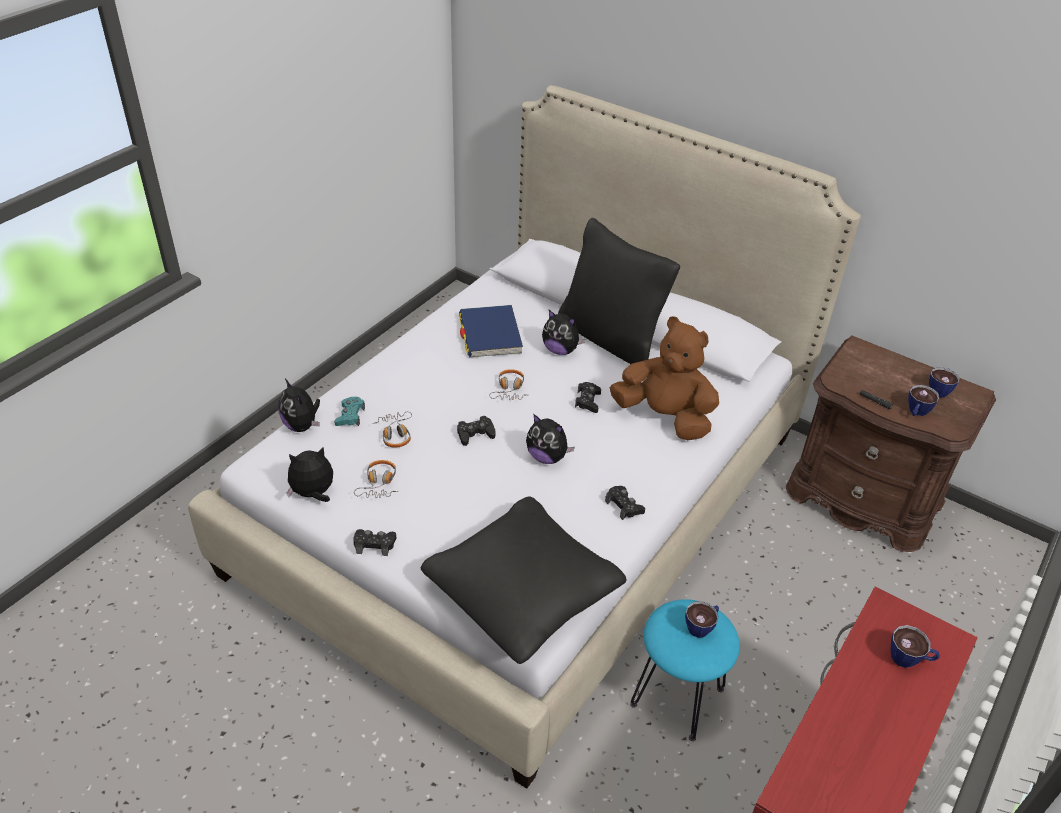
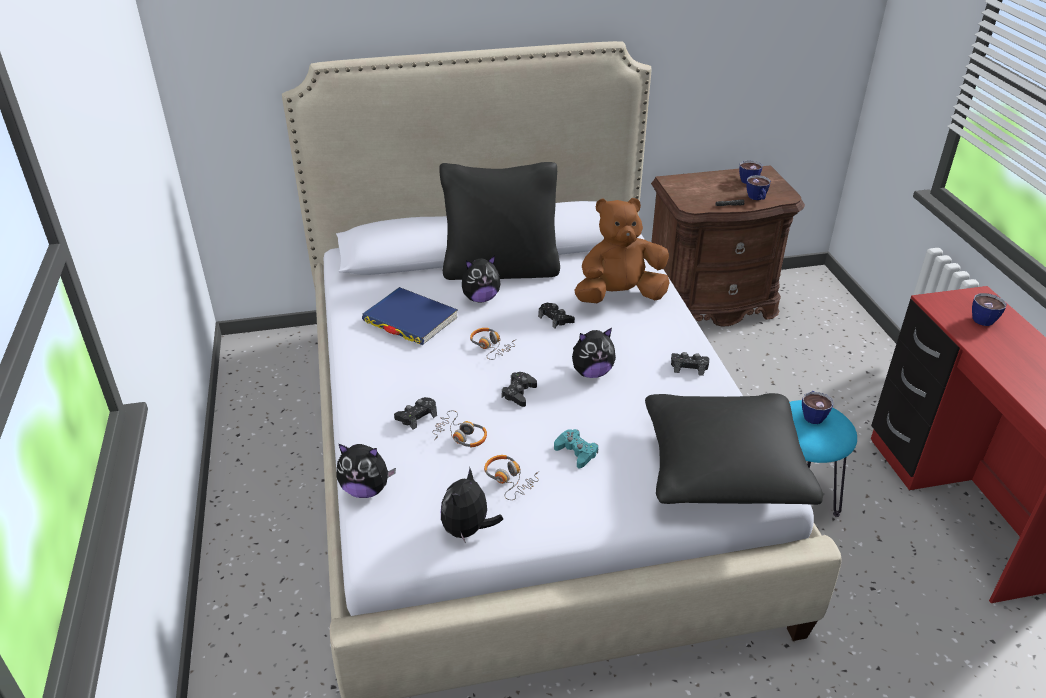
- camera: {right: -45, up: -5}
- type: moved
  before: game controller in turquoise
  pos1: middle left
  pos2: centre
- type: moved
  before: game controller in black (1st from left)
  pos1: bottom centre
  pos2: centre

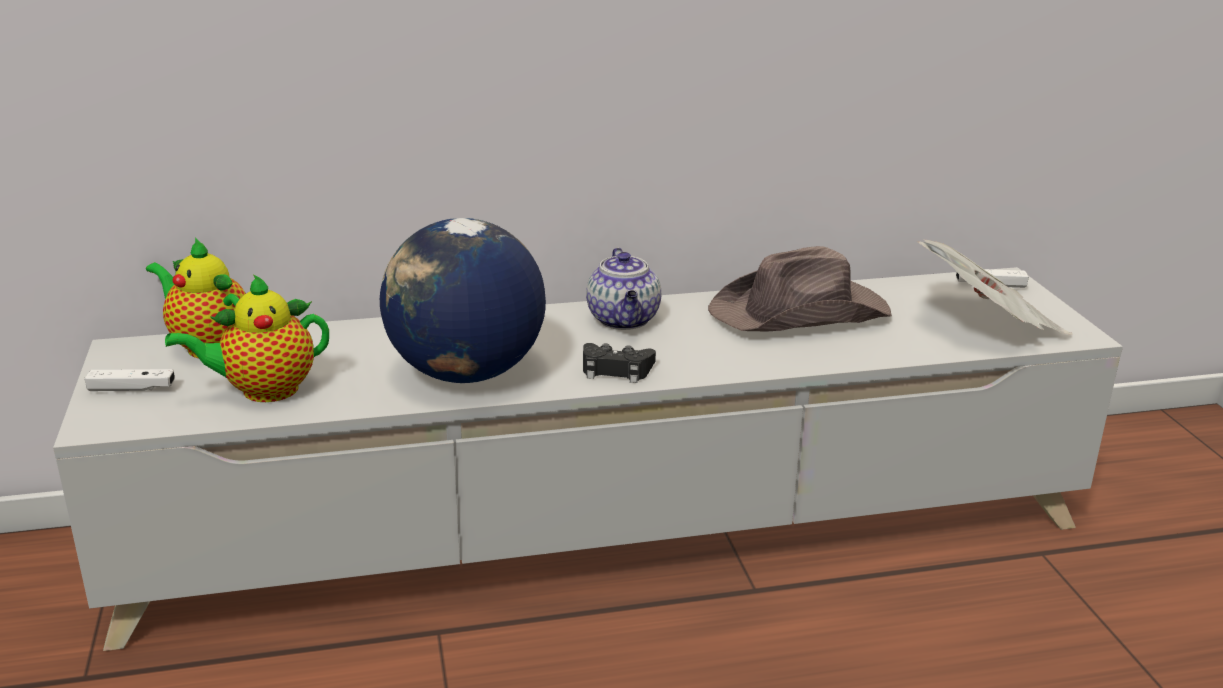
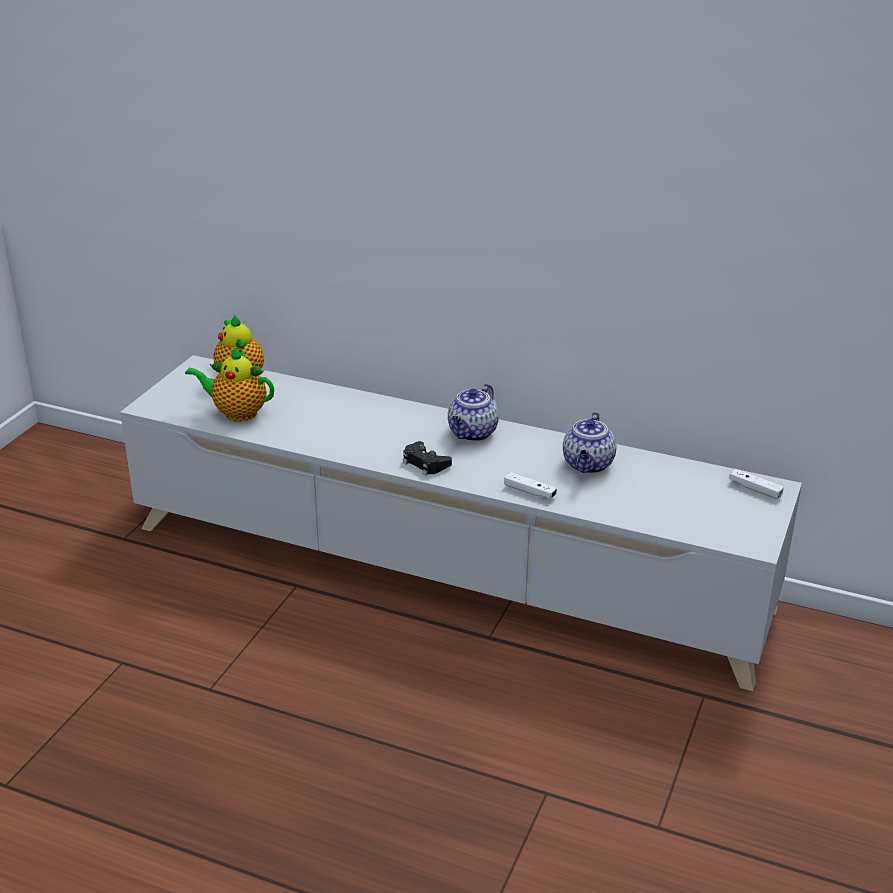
- camera: {right: 35, up: 5}
- type: removed
  before: globe
  pos1: centre
- type: removed
  before: newspaper
  pos1: middle right
- type: replaced
  before: hat in brown
  after: teapot (4th from left)
  pos1: centre
  pos2: centre
- type: moved
  before: game controller in white (1st from left)
  pos1: middle left
  pos2: centre

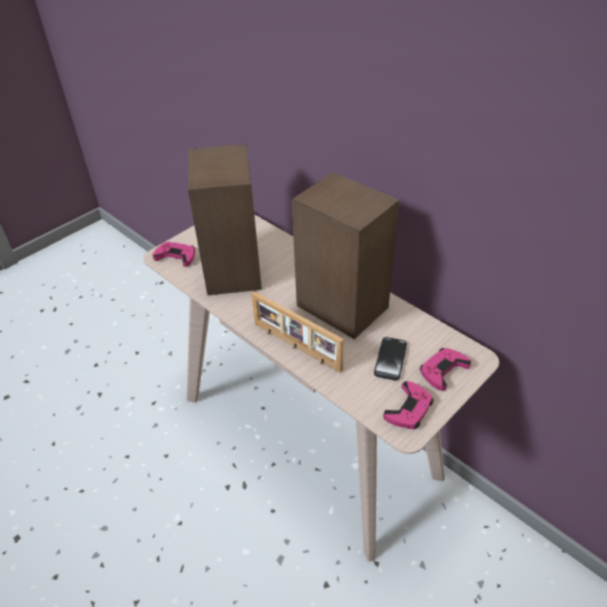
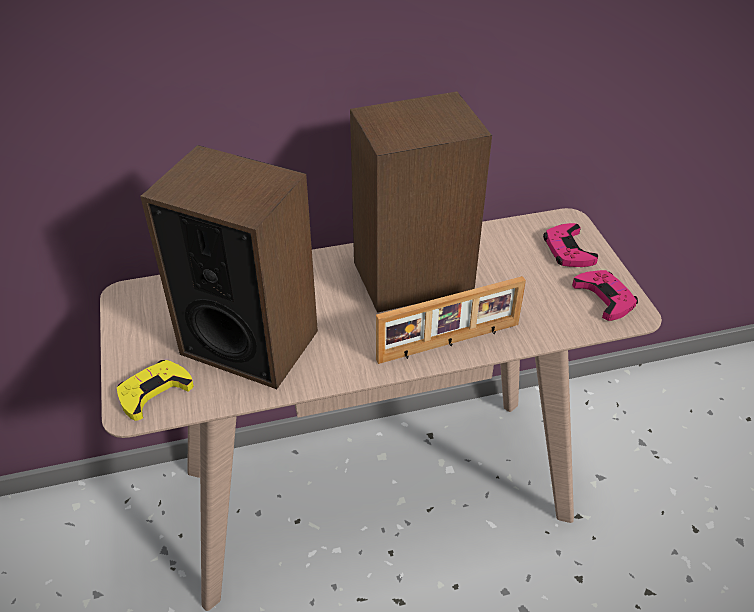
- camera: {right: -60, up: 0}
- type: recoloured
  before: game controller in pink (1st from left)
  after: game controller in yellow
  pos1: middle left
  pos2: middle left
- type: removed
  before: phone
  pos1: centre

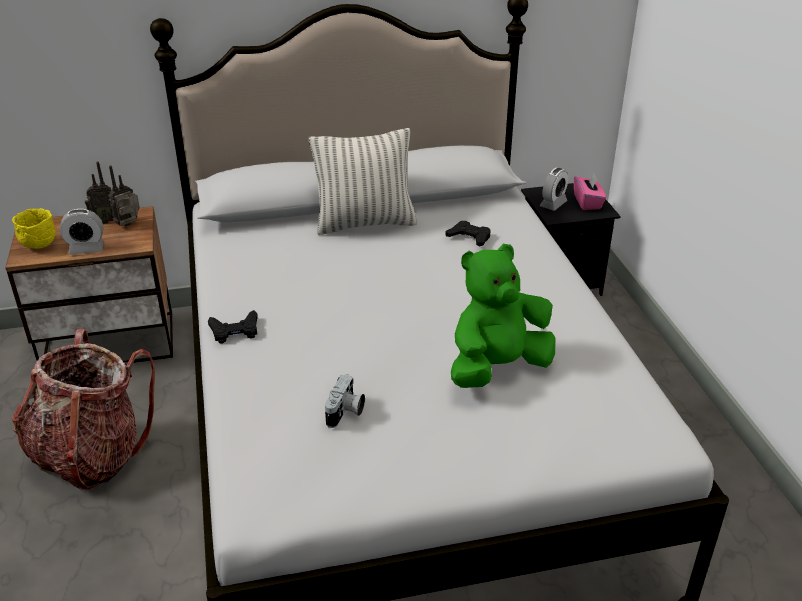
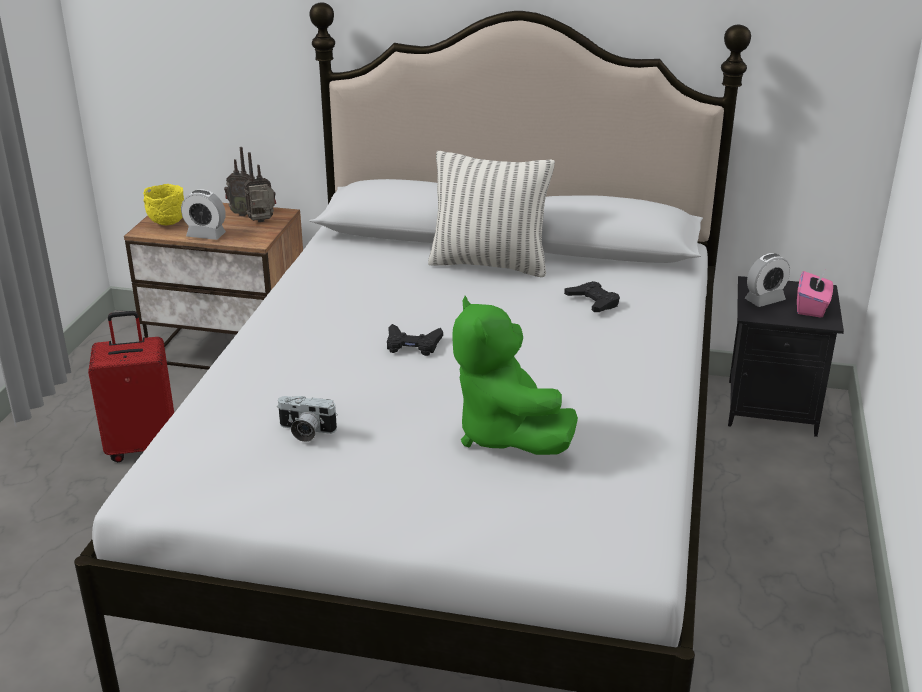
- camera: {right: 25, up: -5}
- type: turned
  before: plush toy in green
  pos1: centre
  pos2: centre
  turn: -105
- type: moved
  before: game controller in black (1st from left)
  pos1: middle left
  pos2: centre
- type: replaced
  before: backpack
  after: suitcase in red
  pos1: bottom left
  pos2: middle left
- type: turned
  before: photo camera
  pos1: bottom centre
  pos2: middle left
  turn: 60

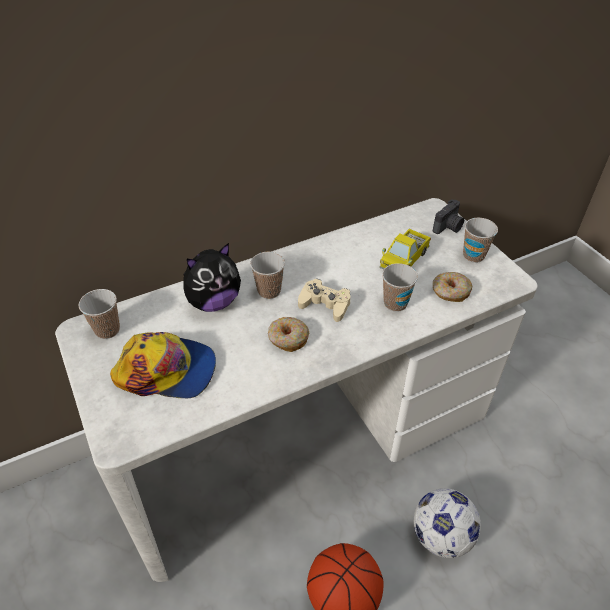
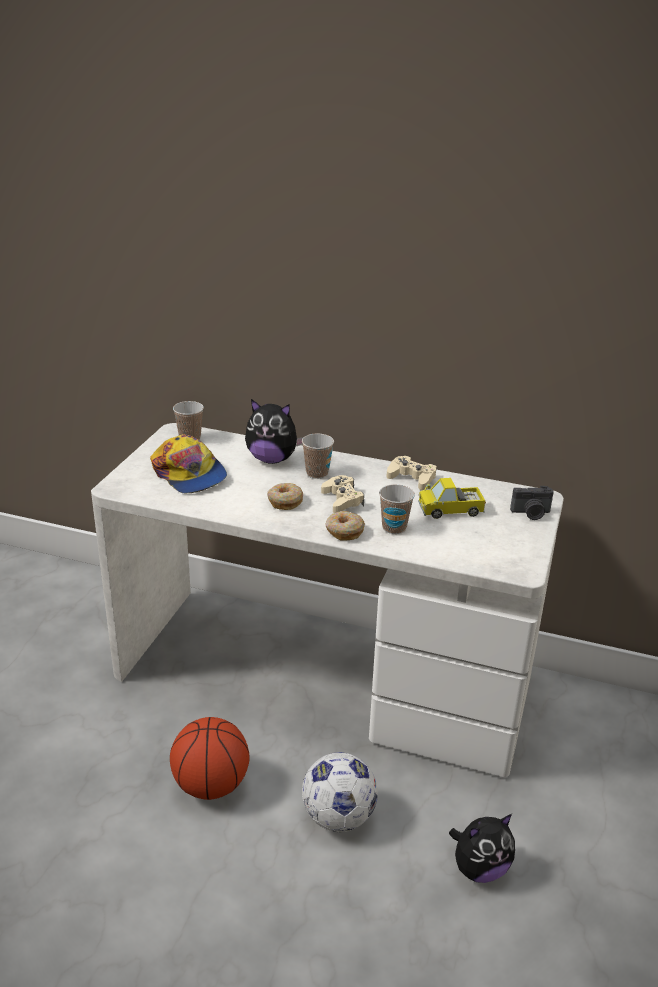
- camera: {right: 45, up: -15}
- type: removed
  before: cup (4th from left)
  pos1: middle right
- type: moved
  before: donut (2nd from left)
  pos1: middle right
  pos2: centre
- type: added
  after: game controller in beige (2nd from left)
  pos2: centre
- type: added
  after: plush toy (2nd from left)
  pos2: bottom right

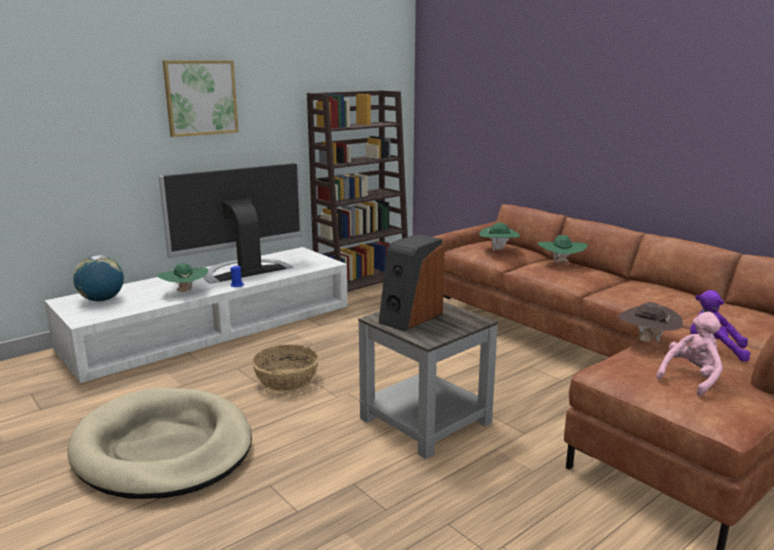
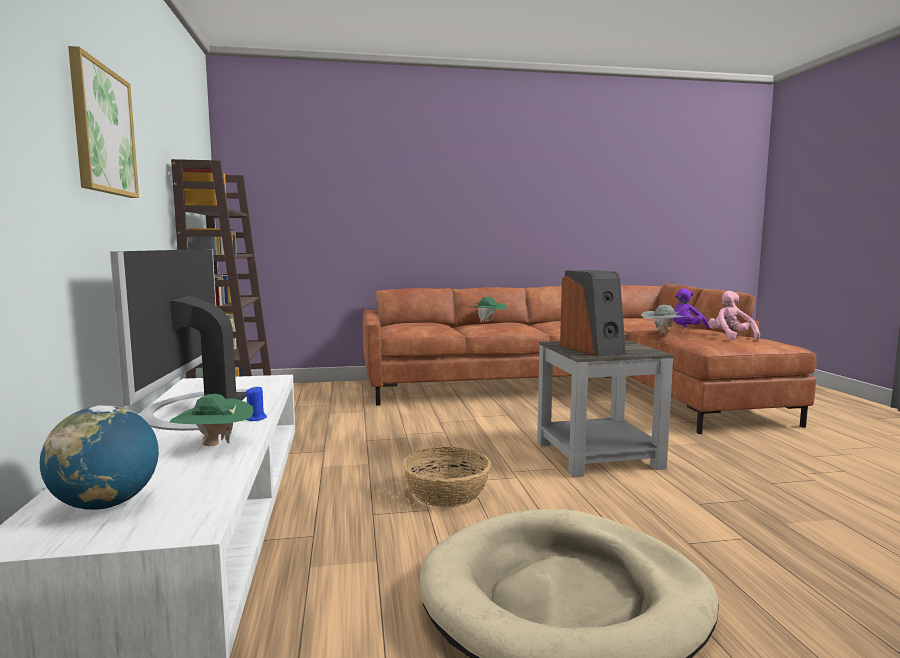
- camera: {right: -60, up: -10}
- type: removed
  before: hat in green (2nd from left)
  pos1: centre
- type: recoloured
  before: hat in brown
  after: hat in grey
  pos1: middle right
  pos2: middle right

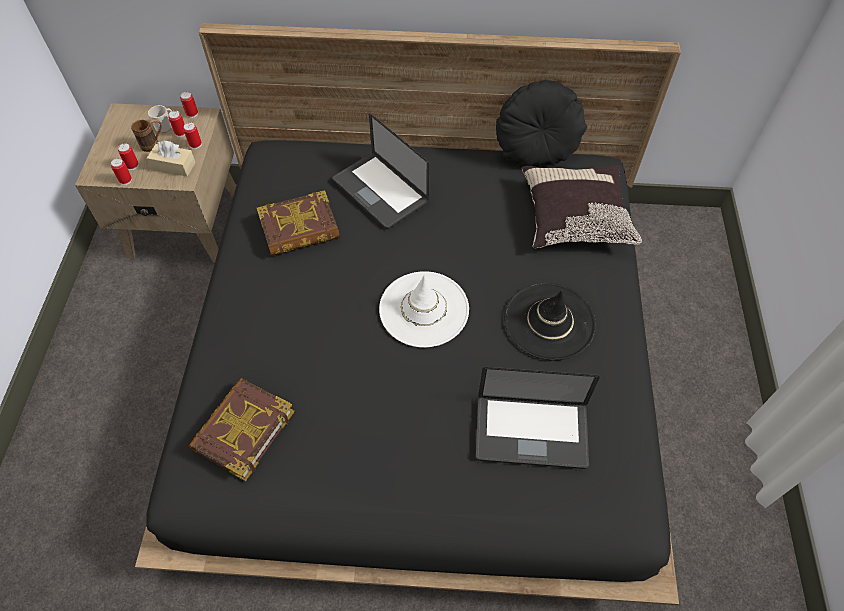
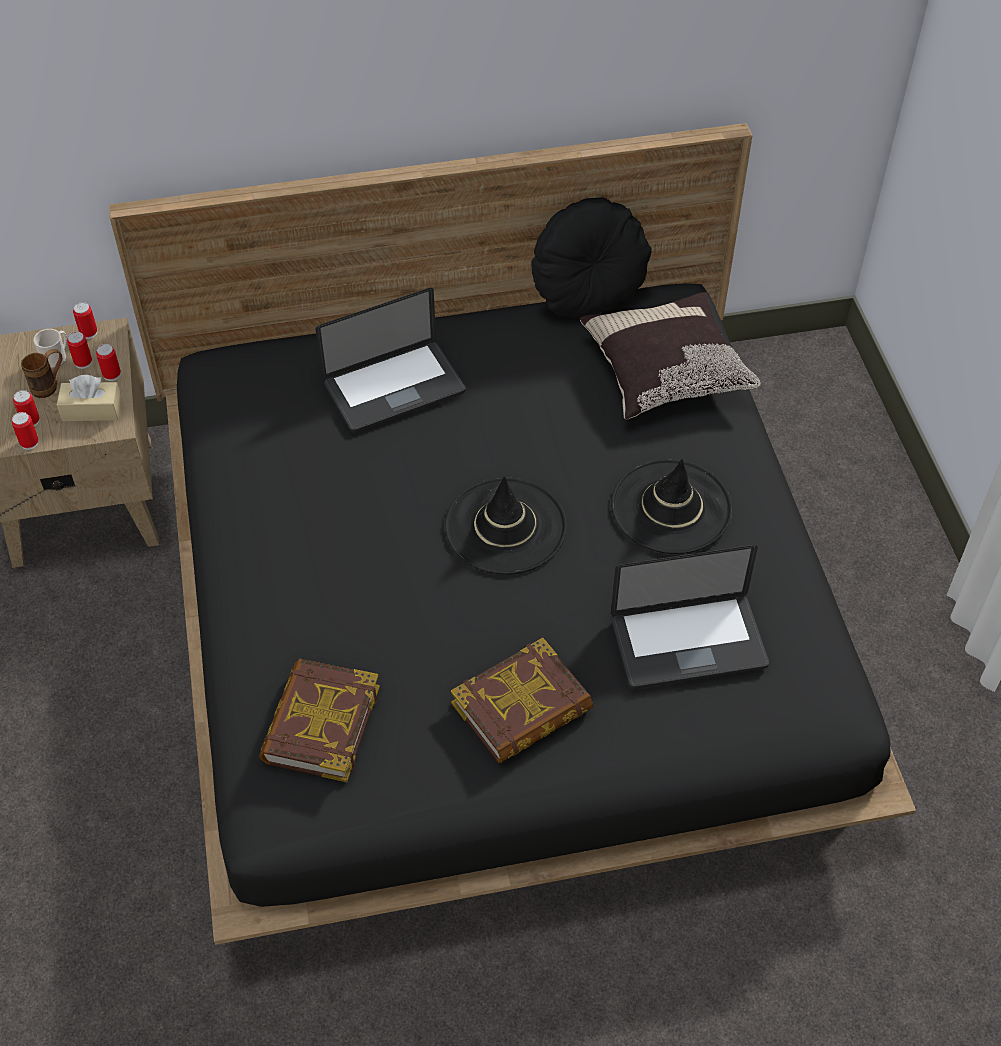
- camera: {right: -15, up: -5}
- type: turned
  before: laptop (1st from left)
  pos1: top centre
  pos2: centre
  turn: -60
- type: moved
  before: book (2nd from left)
  pos1: centre
  pos2: bottom centre
- type: recoloured
  before: hat in white
  after: hat in black (1st from left)
  pos1: centre
  pos2: centre

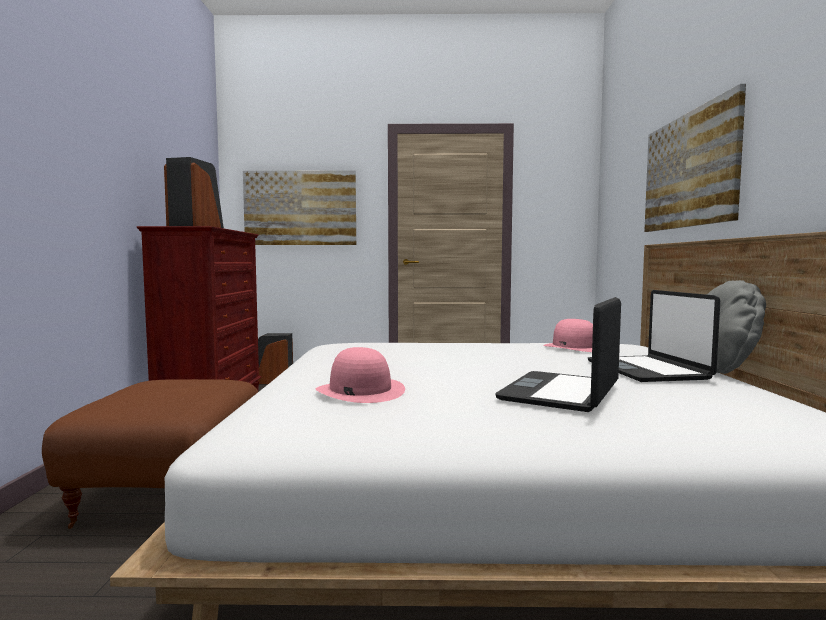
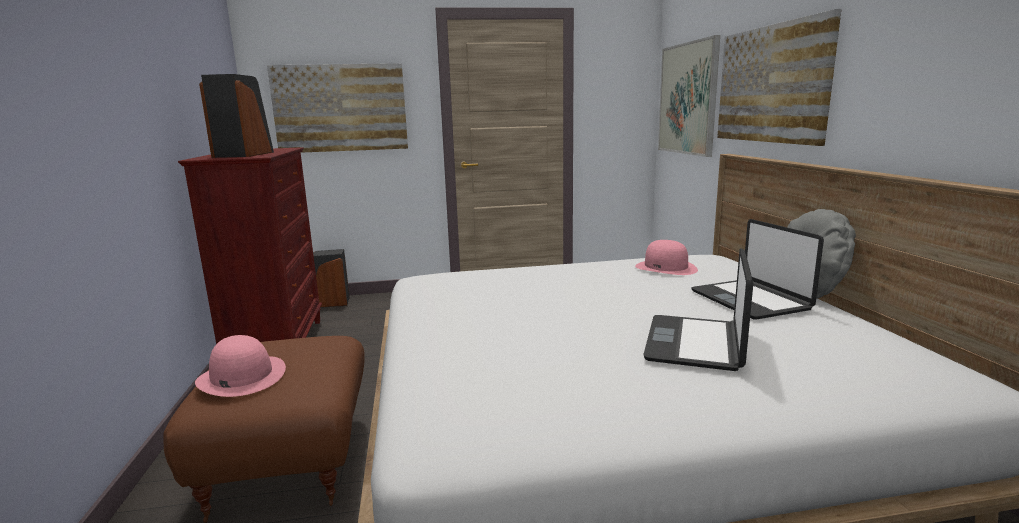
- camera: {right: -10, up: 10}
- type: moved
  before: hat in pink (1st from left)
  pos1: centre
  pos2: bottom left
- type: added
  after: picture (2nd from left)
  pos2: top right

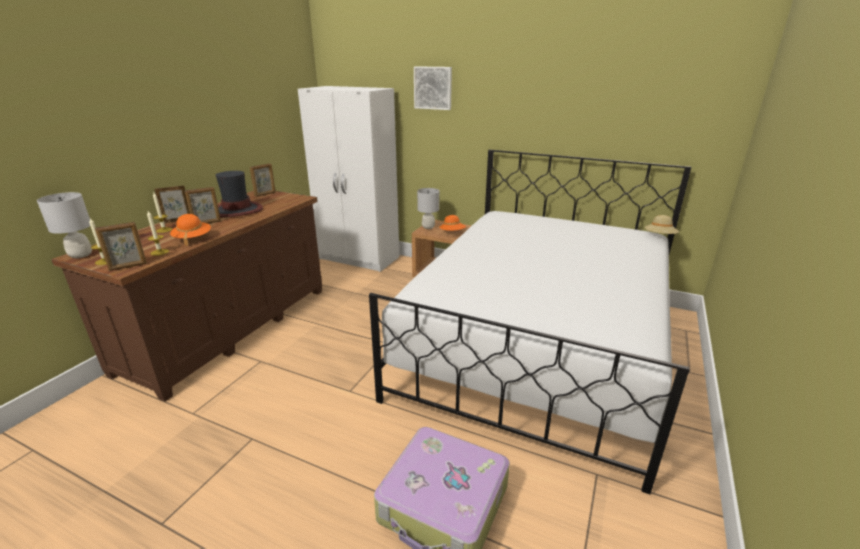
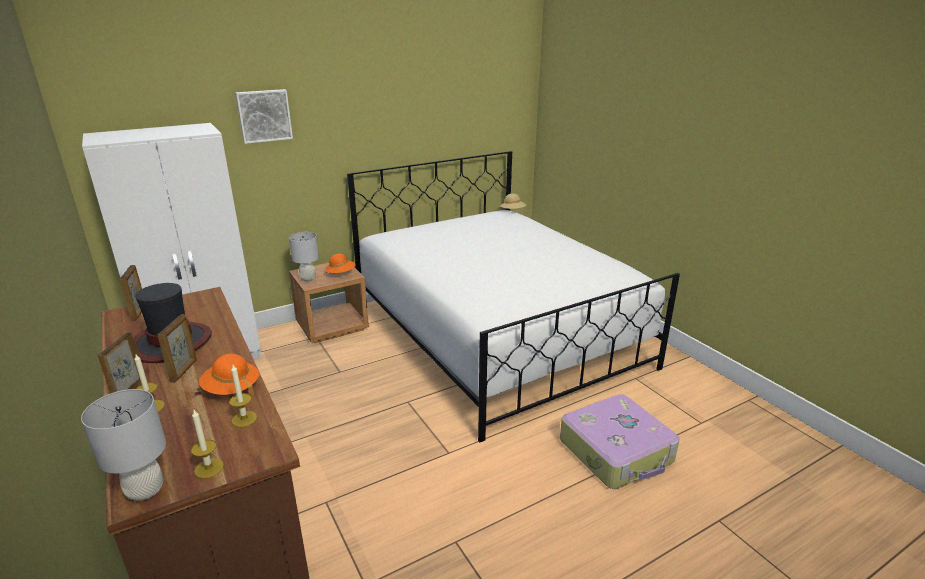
- camera: {right: -55, up: 0}
- type: removed
  before: picture frame (1st from left)
  pos1: middle left

